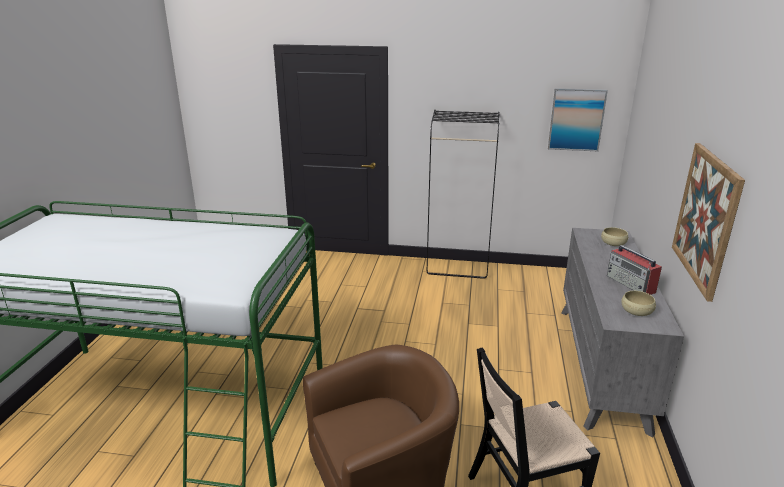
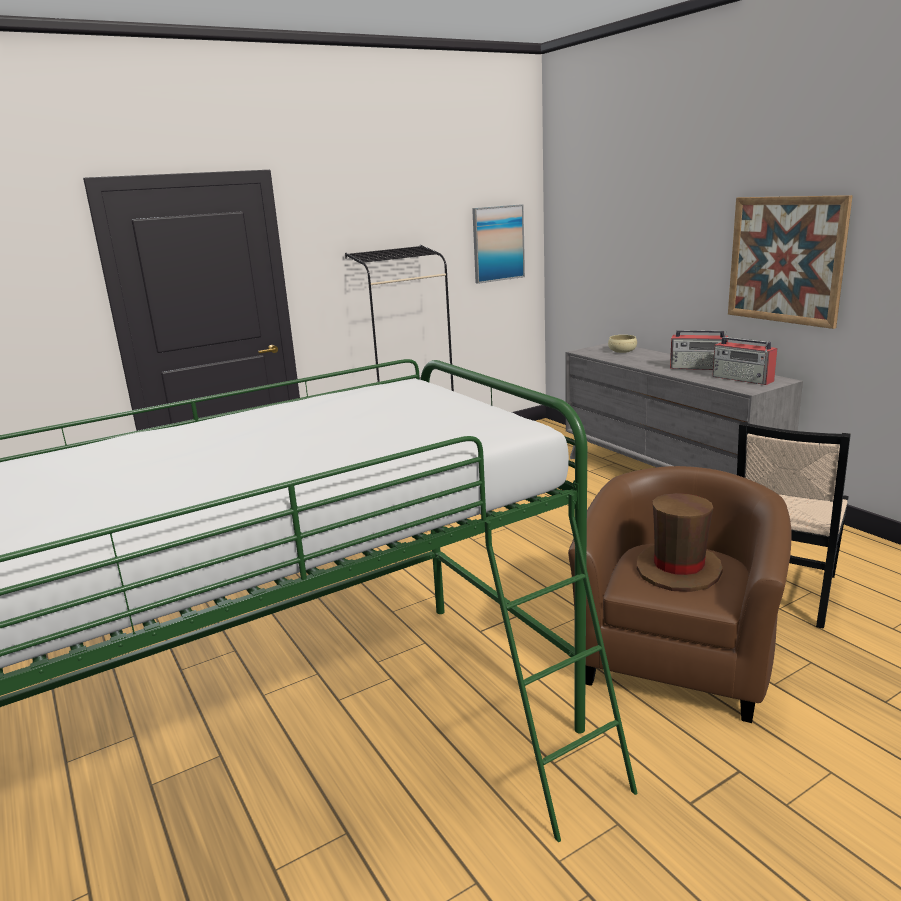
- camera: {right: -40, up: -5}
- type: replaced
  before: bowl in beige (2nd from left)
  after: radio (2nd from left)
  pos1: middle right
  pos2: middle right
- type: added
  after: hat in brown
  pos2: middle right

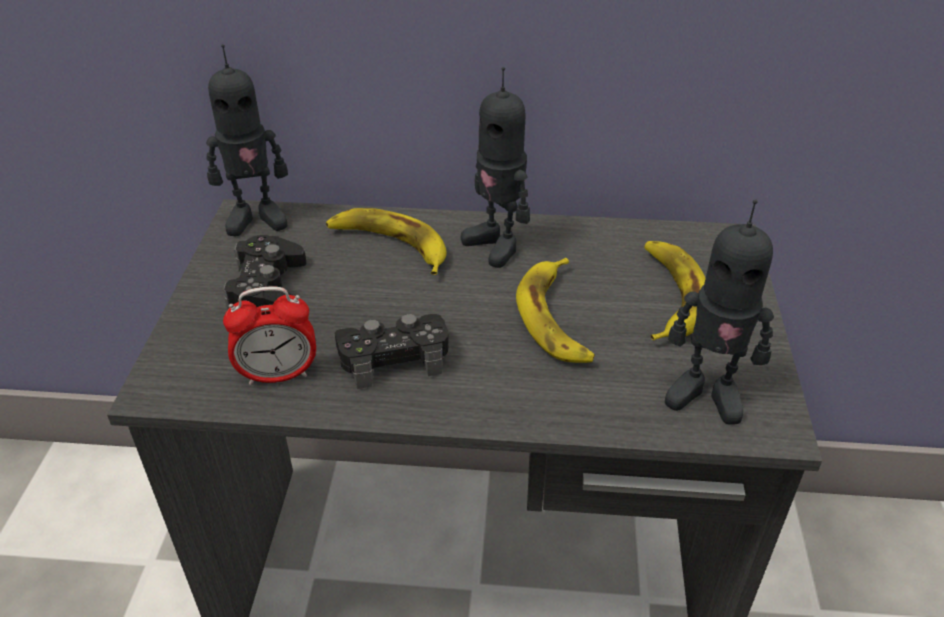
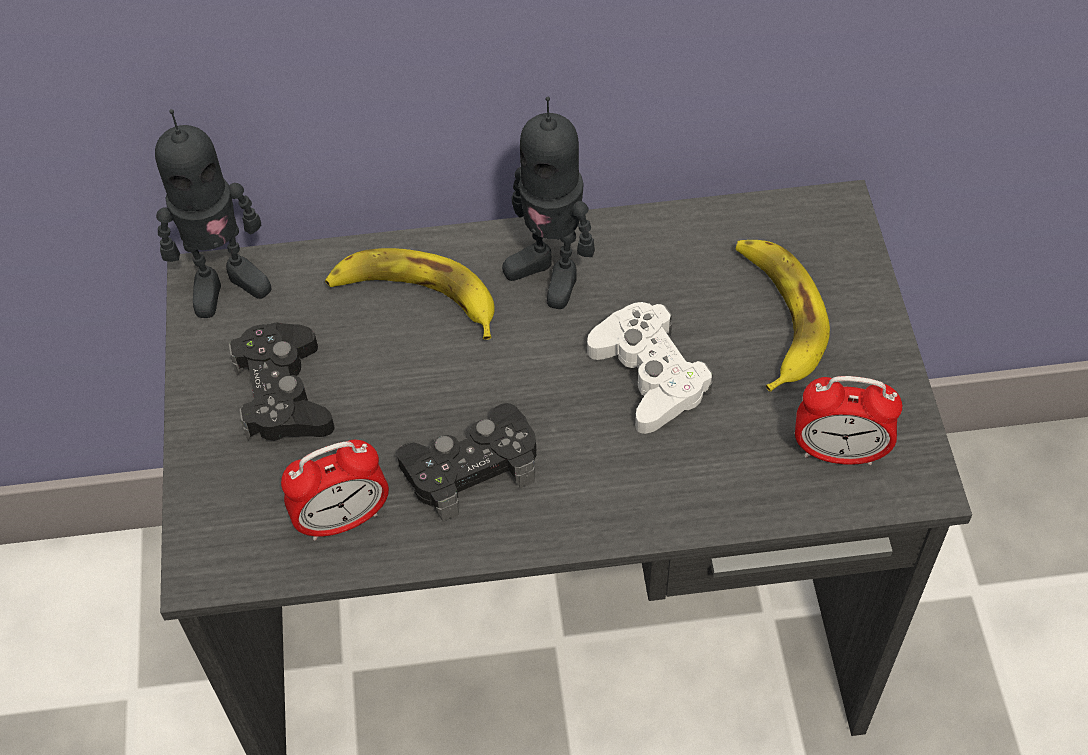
- camera: {right: -10, up: 15}
- type: replaced
  before: toy robot (3rd from left)
  after: alarm clock (2nd from left)
  pos1: middle right
  pos2: middle right
- type: replaced
  before: banana (2nd from left)
  after: game controller in white
  pos1: centre
  pos2: centre

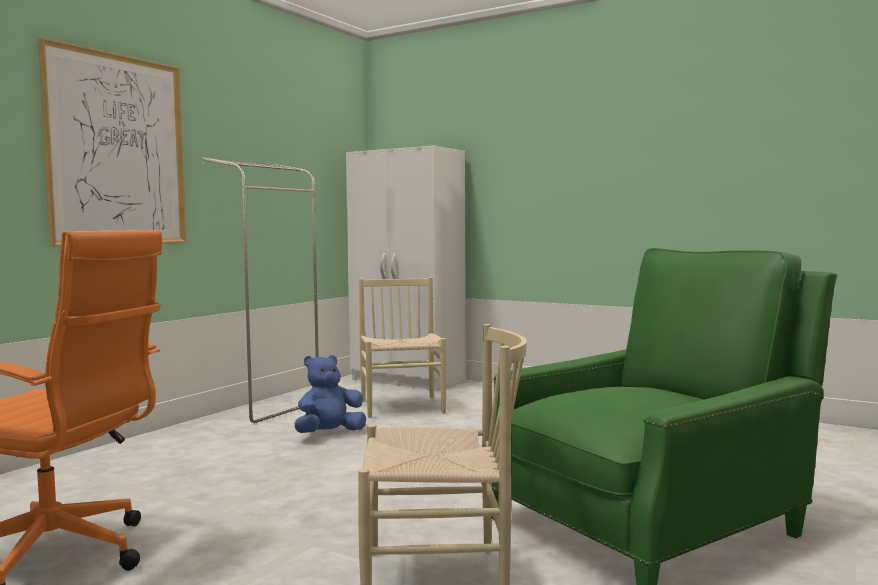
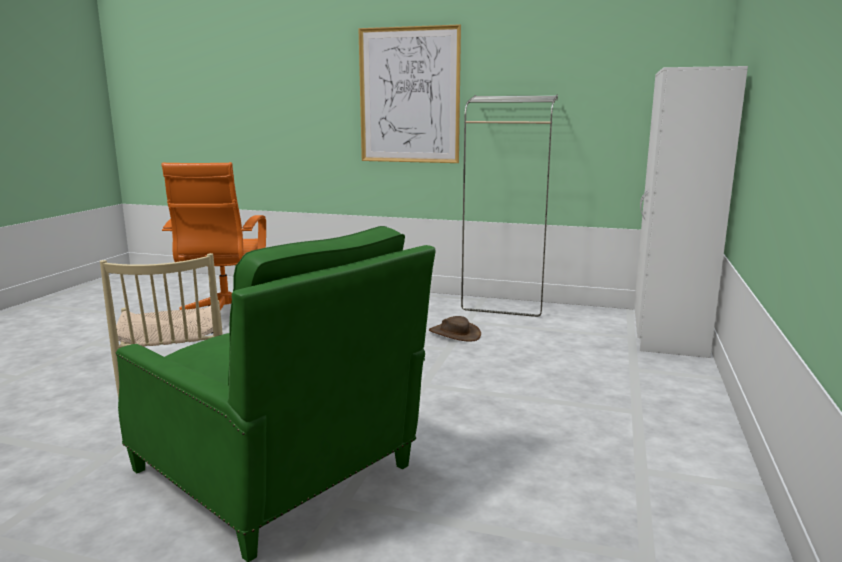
- camera: {right: 75, up: 10}
- type: removed
  before: chair in beige (1st from left)
  pos1: centre
- type: replaced
  before: plush toy in blue
  after: hat in brown
  pos1: bottom centre
  pos2: centre

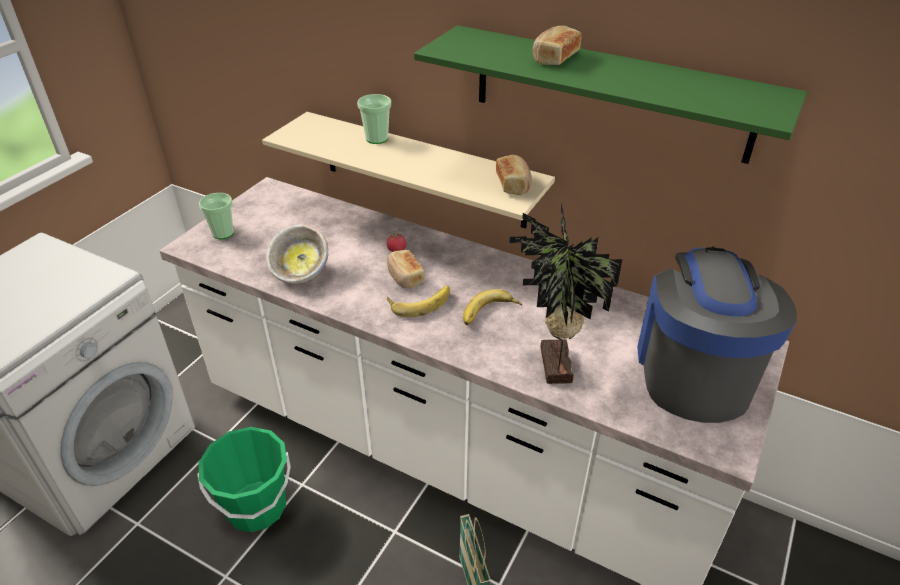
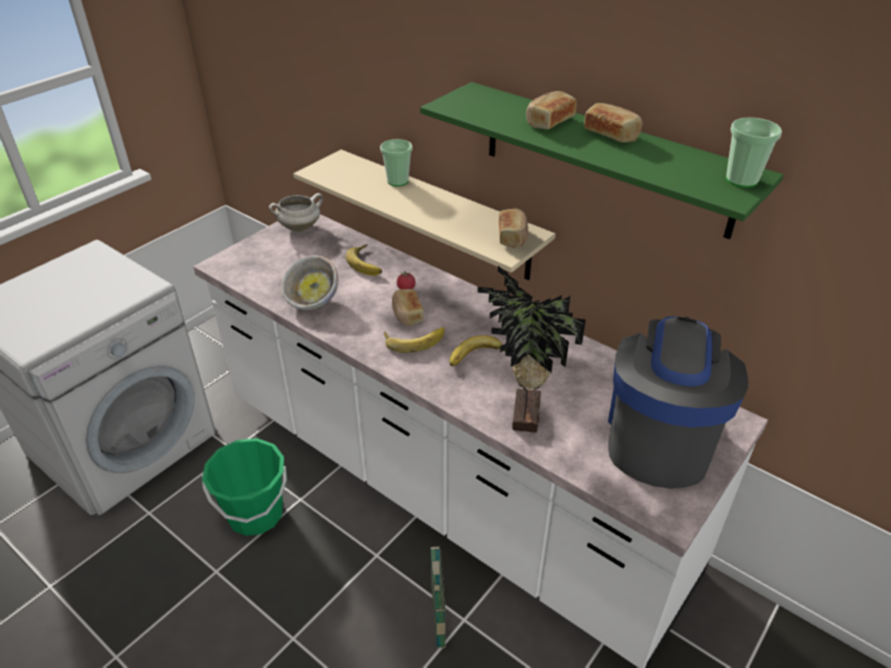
- camera: {right: 10, up: 0}
- type: moved
  before: cup (1st from left in the first image)
  after: cup (2nd from left)
  pos1: middle left
  pos2: top right
- type: added
  after: bread (4th from left)
  pos2: top right
- type: added
  after: cooking pot in white
  pos2: top left
- type: added
  after: banana (1st from left)
  pos2: centre

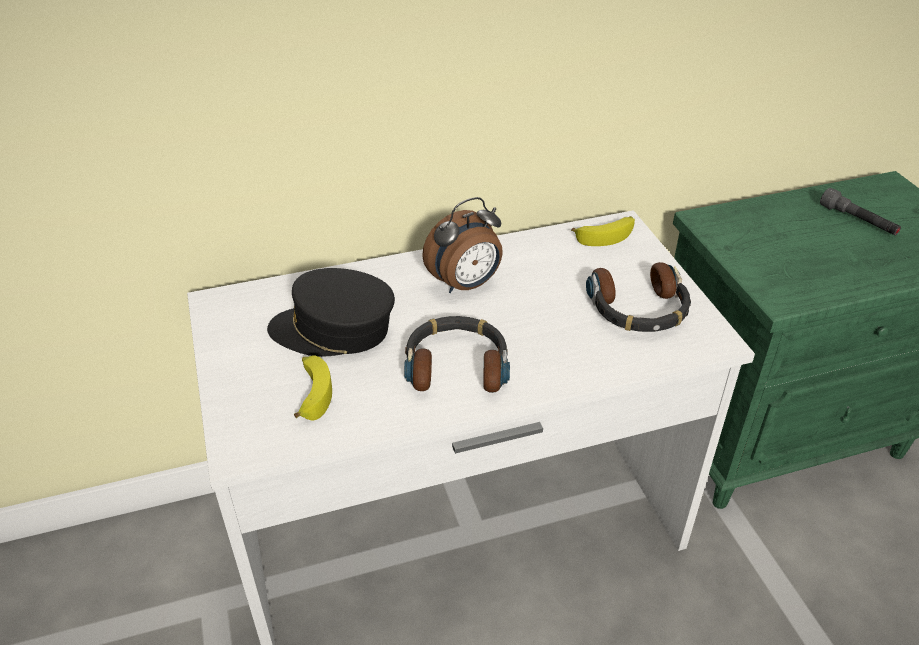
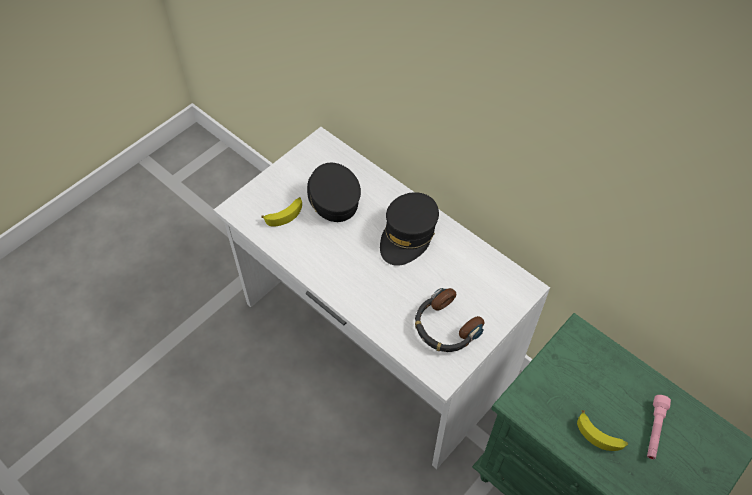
- camera: {right: 60, up: 15}
- type: recoloured
  before: flashlight in grey
  after: flashlight in pink
  pos1: top right
  pos2: bottom right
- type: replaced
  before: alarm clock
  after: cap in black (2nd from left)
  pos1: centre
  pos2: centre
- type: moved
  before: banana (2nd from left)
  pos1: centre
  pos2: bottom right
- type: removed
  before: headphones (1st from left)
  pos1: centre

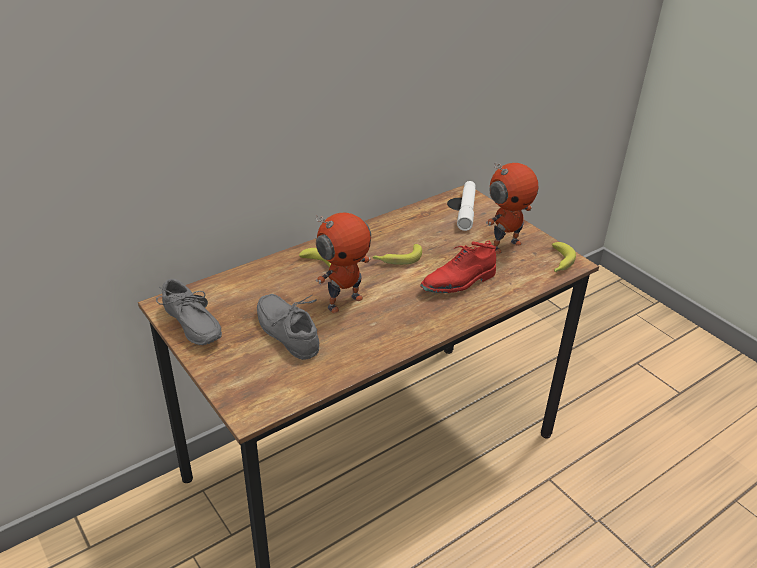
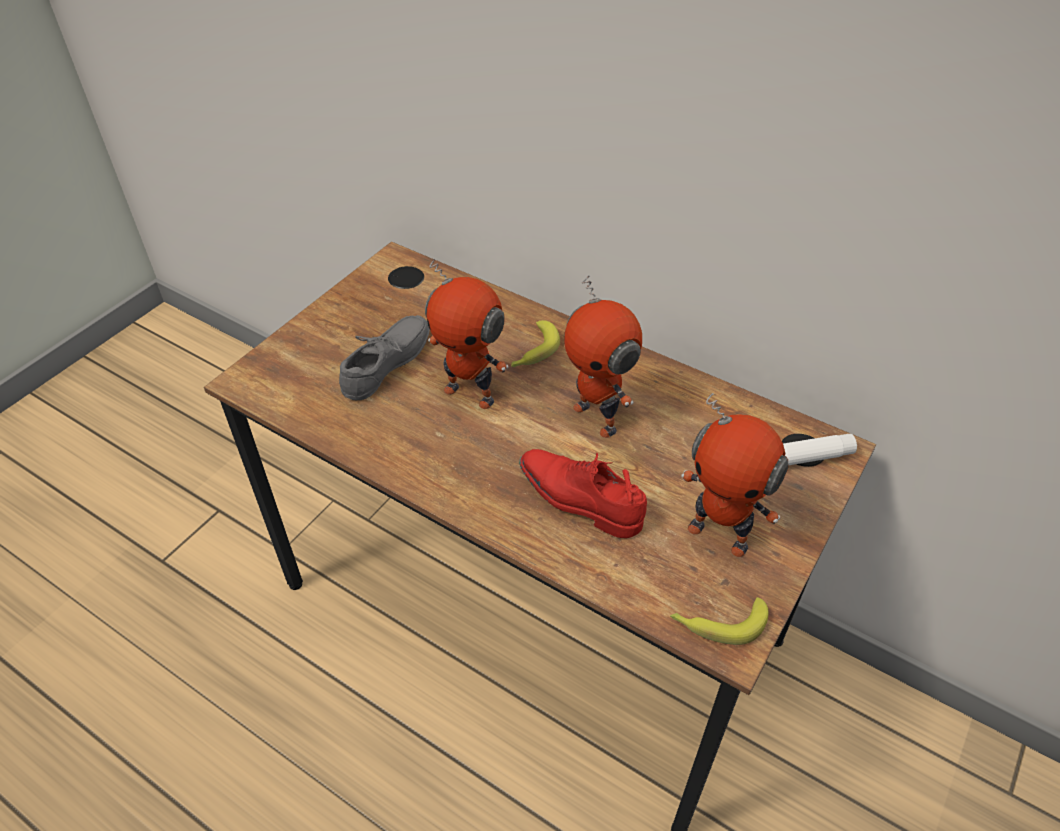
- camera: {right: 70, up: 10}
- type: replaced
  before: banana (2nd from left)
  after: toy robot (2nd from left)
  pos1: centre
  pos2: centre
- type: removed
  before: shoe in grey (1st from left)
  pos1: middle left

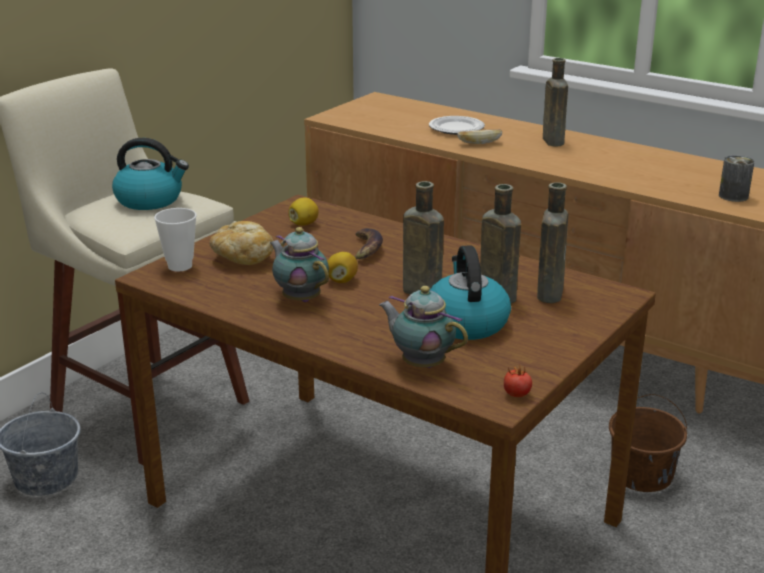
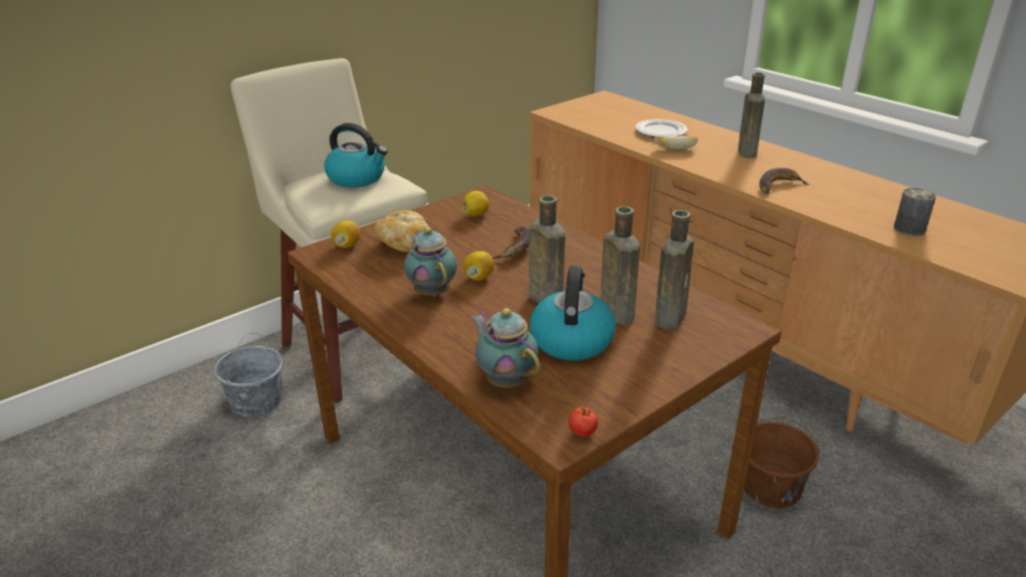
- camera: {right: 15, up: 5}
- type: replaced
  before: cup
  after: lemon (1st from left)
  pos1: middle left
  pos2: centre
- type: added
  after: banana (2nd from left)
  pos2: top right

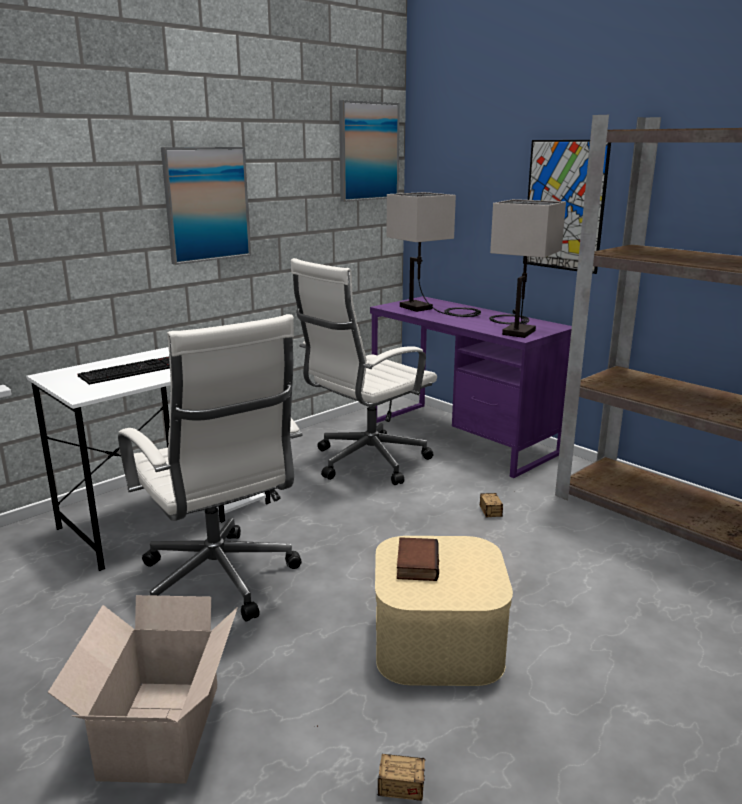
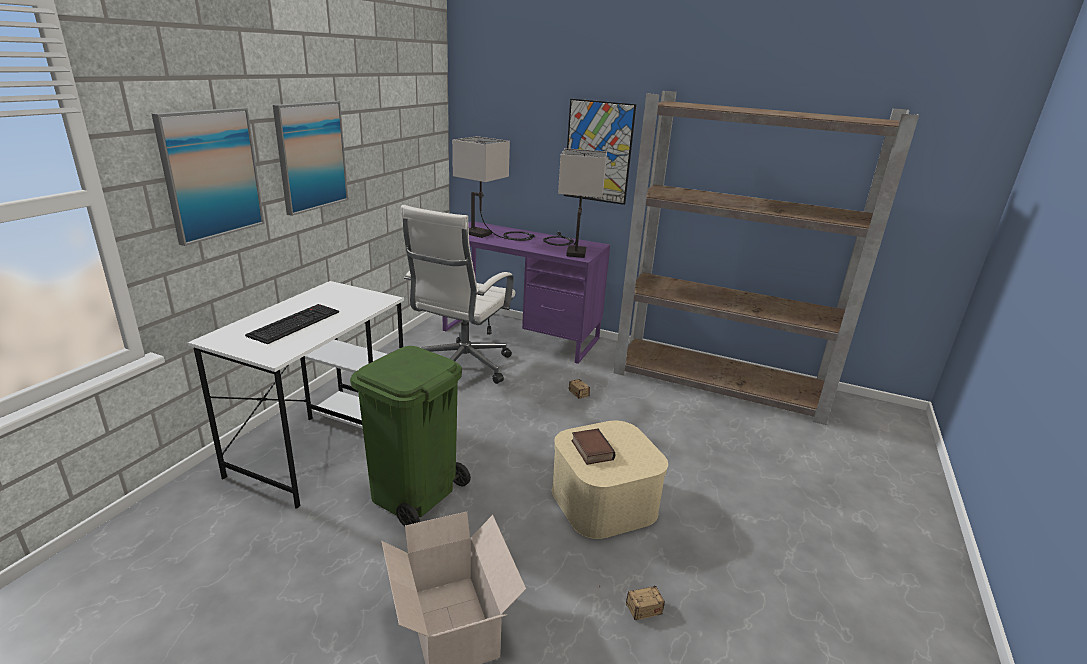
- camera: {right: -25, up: 5}
- type: moved
  before: picture (2nd from left in the first image)
  after: picture (1st from left)
  pos1: top centre
  pos2: top left
- type: replaced
  before: office chair in white (1st from left)
  after: trash can in green
  pos1: middle left
  pos2: centre

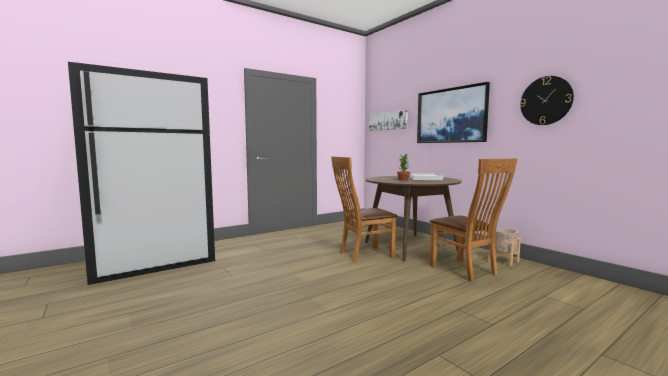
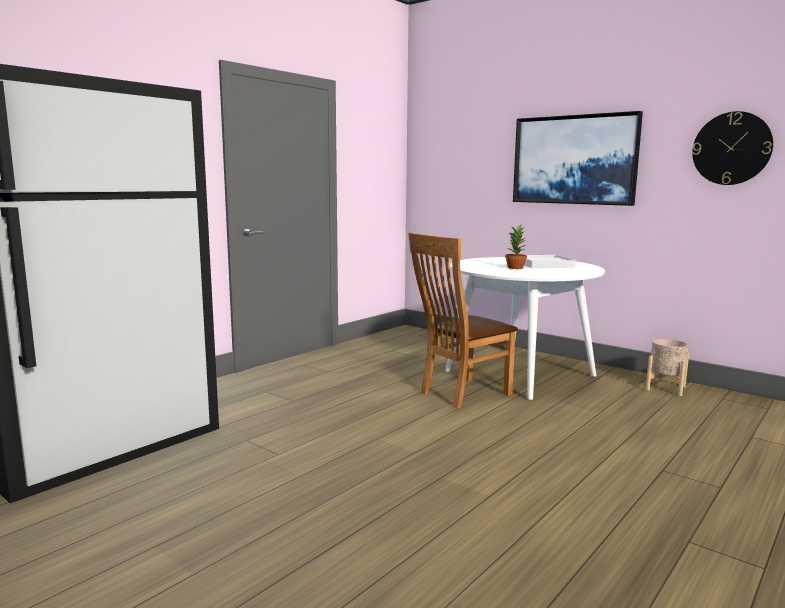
- camera: {right: -15, up: 5}
- type: removed
  before: picture (1st from left)
  pos1: top centre
- type: removed
  before: chair in brown (2nd from left)
  pos1: middle right
- type: recoloured
  before: dining table in brown
  after: dining table in white
  pos1: centre
  pos2: middle right

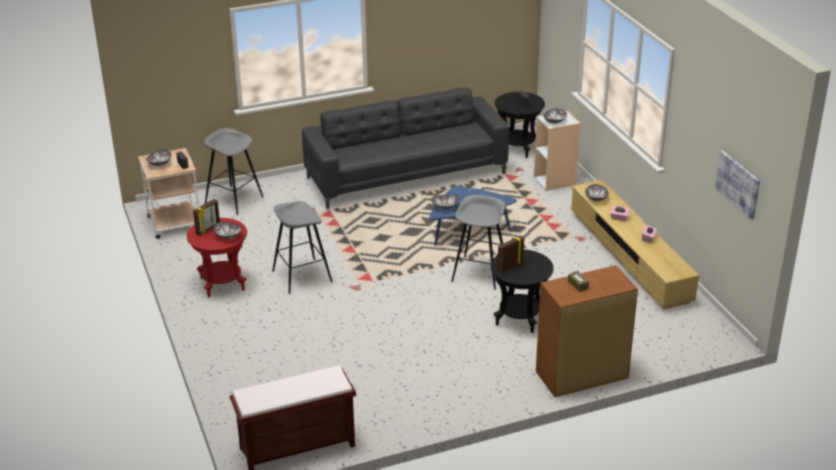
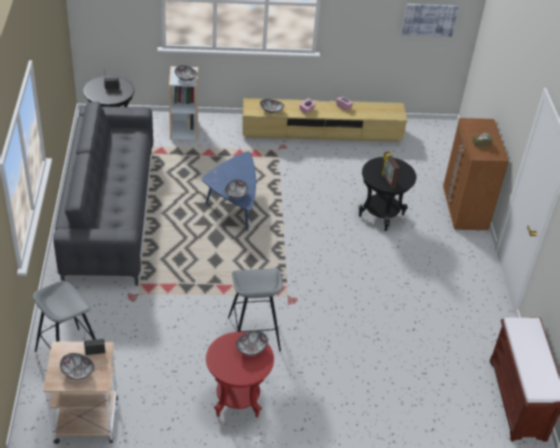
- camera: {right: -75, up: 10}
- type: removed
  before: stool in grey (3rd from left)
  pos1: centre
- type: removed
  before: picture frame (1st from left)
  pos1: middle left

